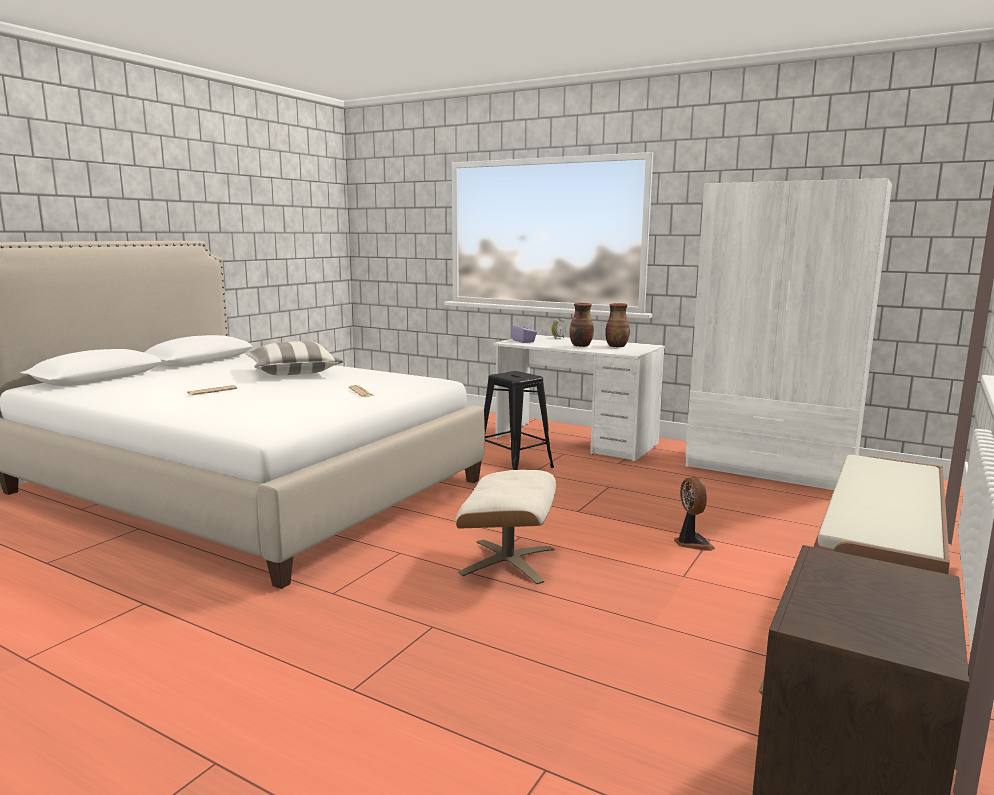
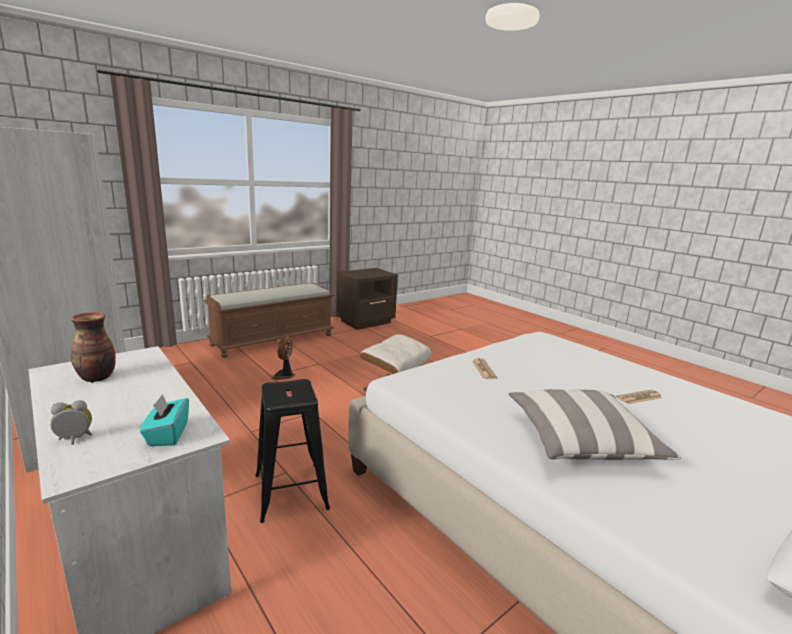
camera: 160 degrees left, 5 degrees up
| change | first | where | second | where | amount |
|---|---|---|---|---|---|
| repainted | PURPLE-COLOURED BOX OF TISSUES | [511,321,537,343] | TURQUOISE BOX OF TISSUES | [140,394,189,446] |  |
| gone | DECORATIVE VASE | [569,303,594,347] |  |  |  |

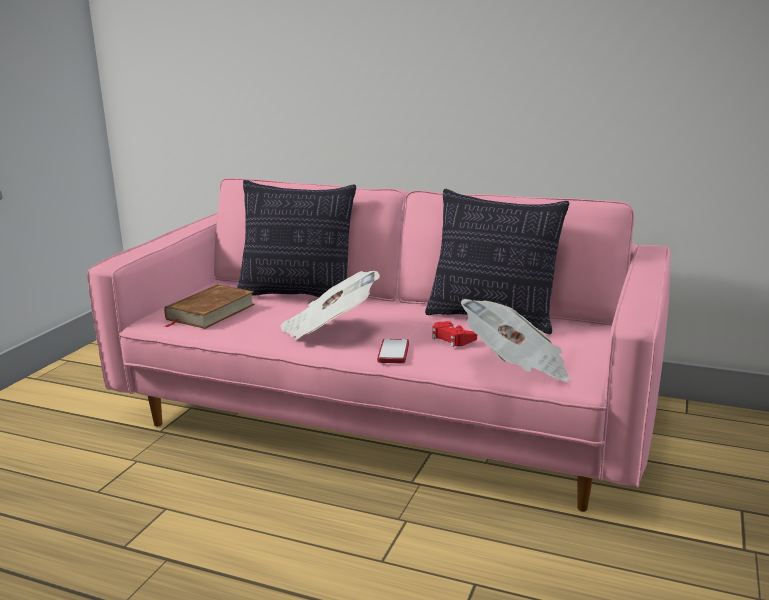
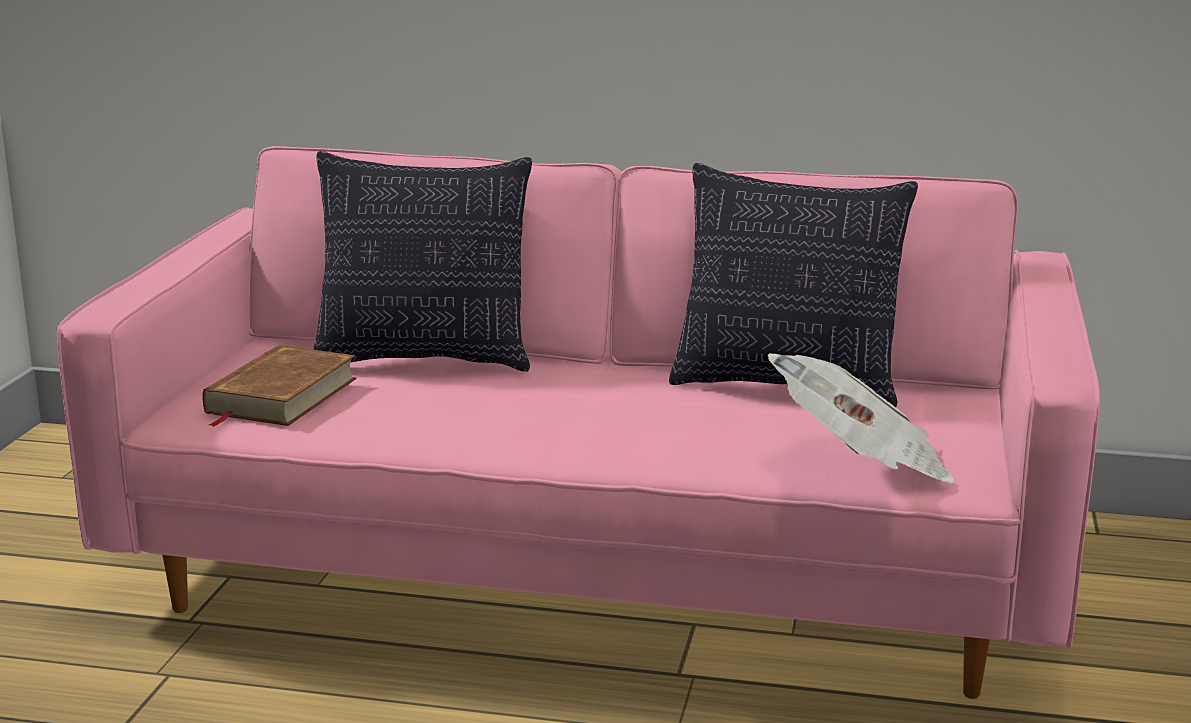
camera: 10 degrees left, 0 degrees up
| change | first | where | second | where | amount |
|---|---|---|---|---|---|
| gone | PRINTED PAPER | [280,271,380,340] |  |  |  |
| gone | PHONE | [377,339,409,363] |  |  |  |
| gone | RED-COLOURED GAME CONTROLLER | [432,321,477,347] |  |  |  |

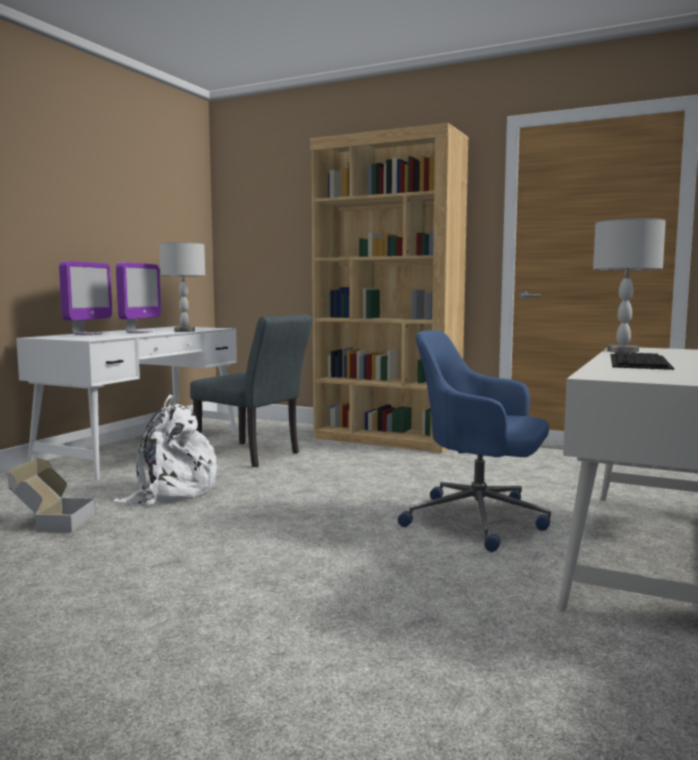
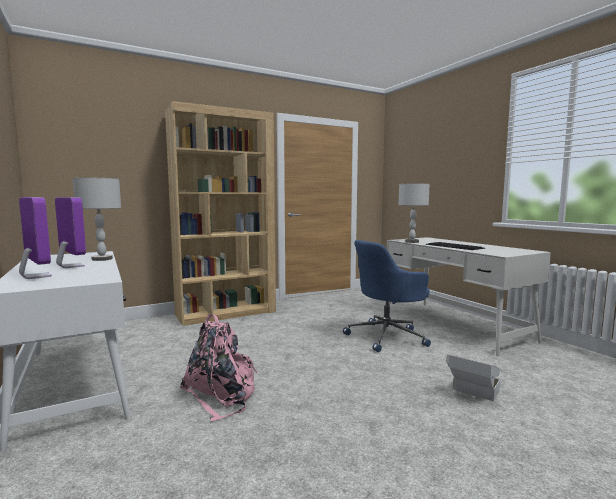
camera: 55 degrees left, 0 degrees up
| change | first | where | second | where | amount |
|---|---|---|---|---|---|
| shifted | PACKING BOX | [7,458,95,533] |  | [446,354,500,401] |  |
| repainted | WHITE KNAPSACK | [113,394,217,506] | PINK KNAPSACK | [180,314,257,421] |  |
| gone | GRAY PLAIN CHAIR | [190,314,312,467] |  |  |  |

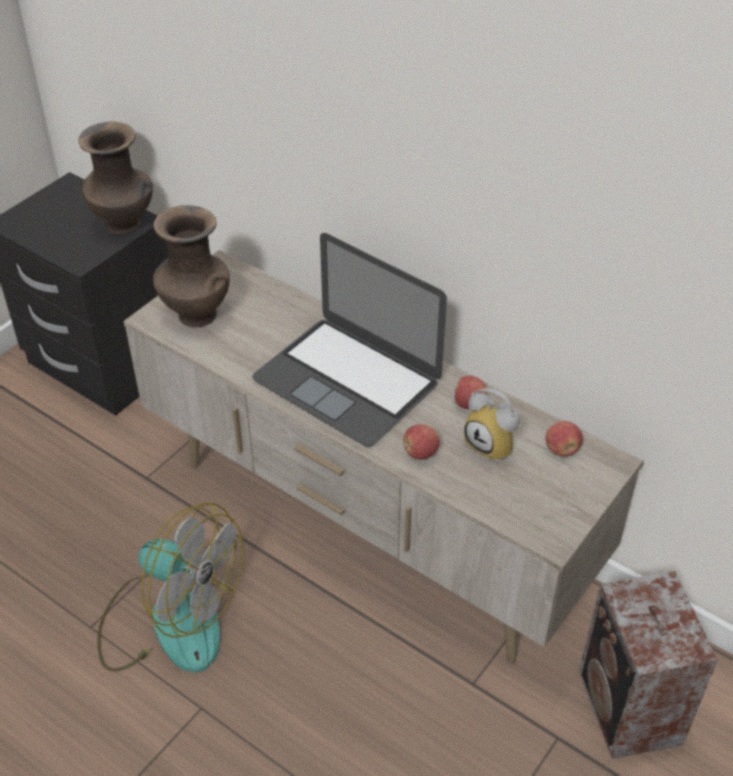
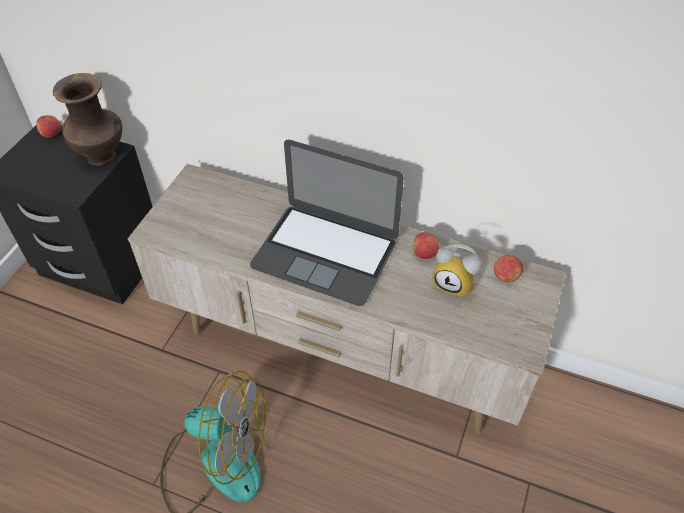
camera: 15 degrees left, 5 degrees up
| change | first | where | second | where | amount |
|---|---|---|---|---|---|
| gone | BROWN DECORATIVE VASE | [153,205,230,328] |  |  |  |
| shifted | APPLE FRUIT | [403,424,440,460] |  | [36,115,61,138] |  |
| gone | AUDIO SPEAKER | [579,571,718,759] |  |  |  |

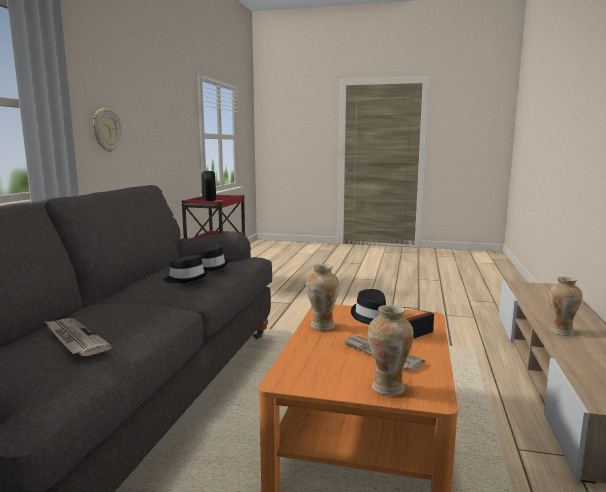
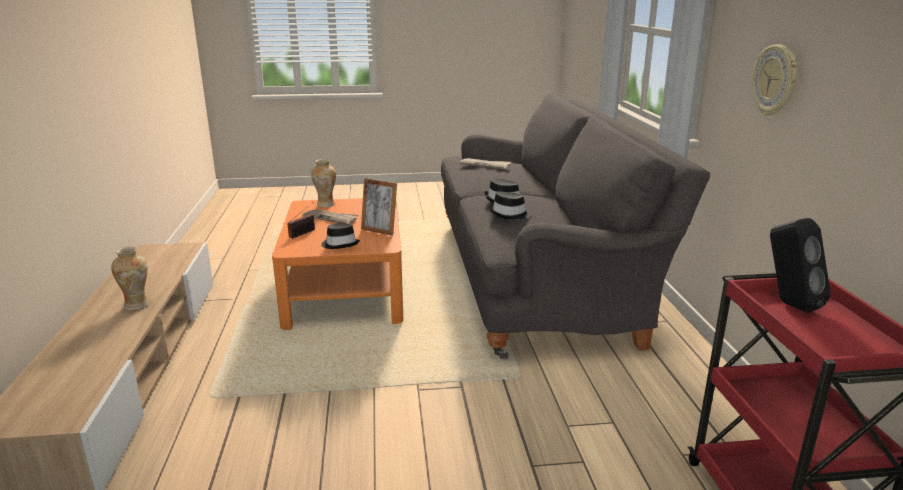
camera: 160 degrees right, 10 degrees up
| change | first | where | second | where | amount |
|---|---|---|---|---|---|
| swapped | DECORATIVE VASE | [306,264,340,330] | STANDING FRAME | [361,178,397,236] |  |

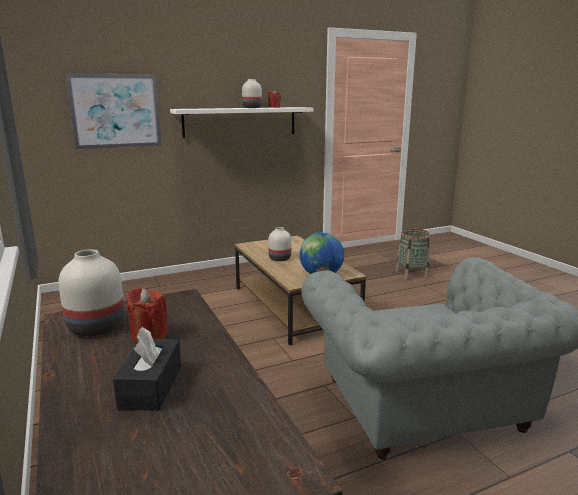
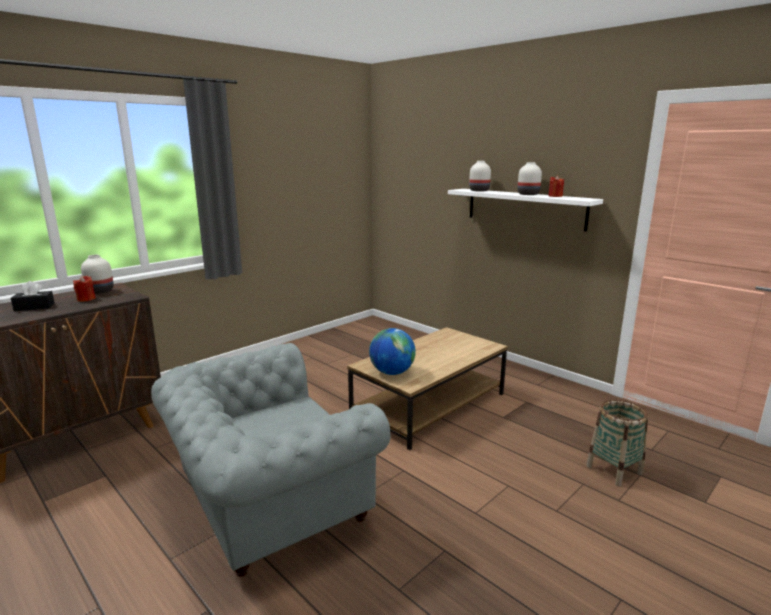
camera: 70 degrees right, 0 degrees up
| change | first | where | second | where | amount |
|---|---|---|---|---|---|
| gone | WALL ART | [65,73,162,150] |  |  |  |
| shifted | WHITE DECORATIVE VASE | [268,227,291,261] |  | [469,161,491,192] |  |

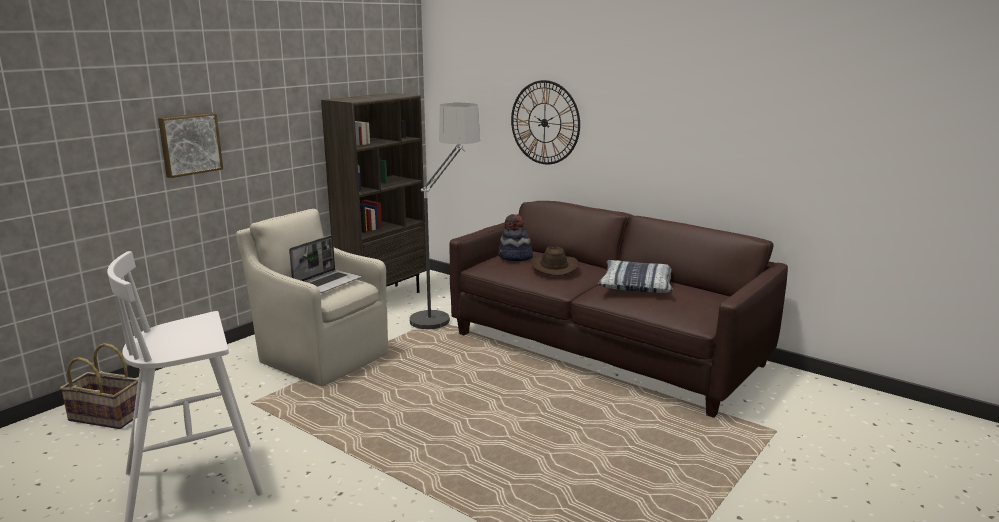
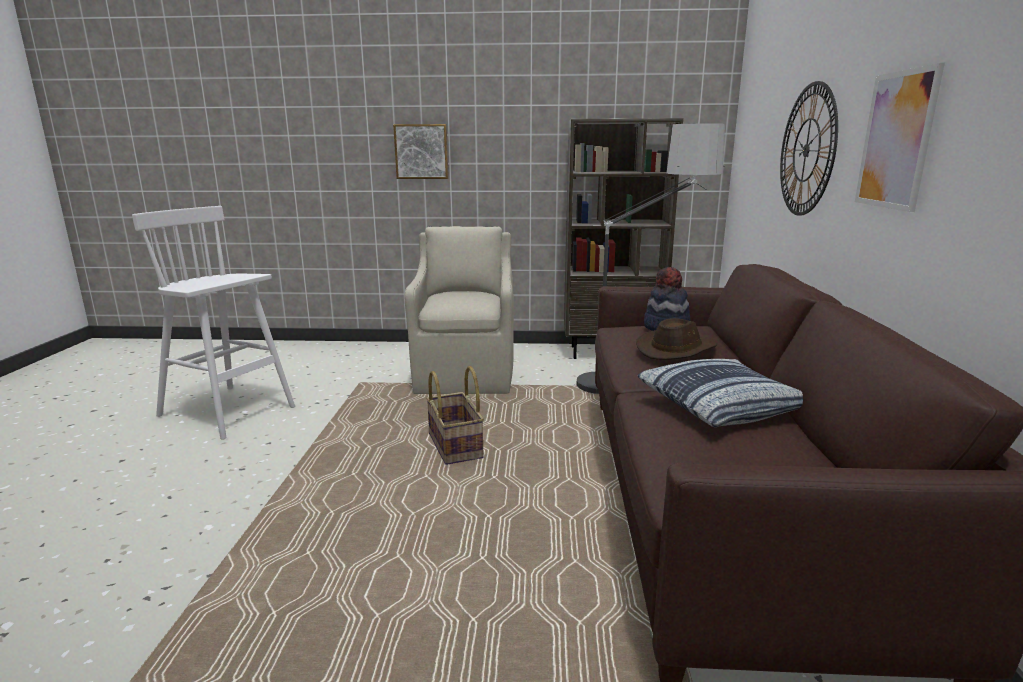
camera: 55 degrees right, 0 degrees up
| change | first | where | second | where | amount |
|---|---|---|---|---|---|
| shifted | BASKET | [60,343,139,429] |  | [426,366,484,465] |  |
| gone | PORTABLE COMPUTER | [289,235,362,293] |  |  |  |
| new |  |  | WALL ART | [855,63,945,212] |  |

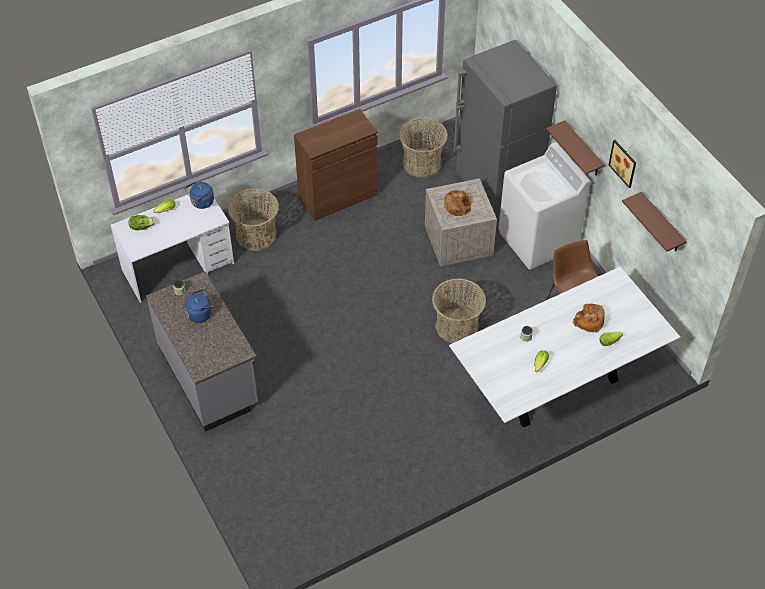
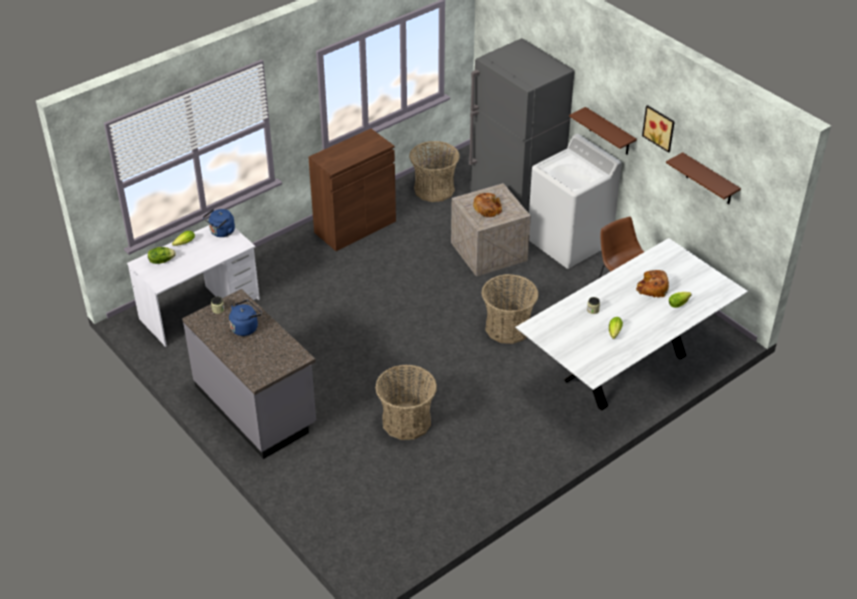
camera: 10 degrees left, 10 degrees down
| change | first | where | second | where | amount |
|---|---|---|---|---|---|
| shifted | BASKET | [227,188,279,251] |  | [375,365,437,440] |  |

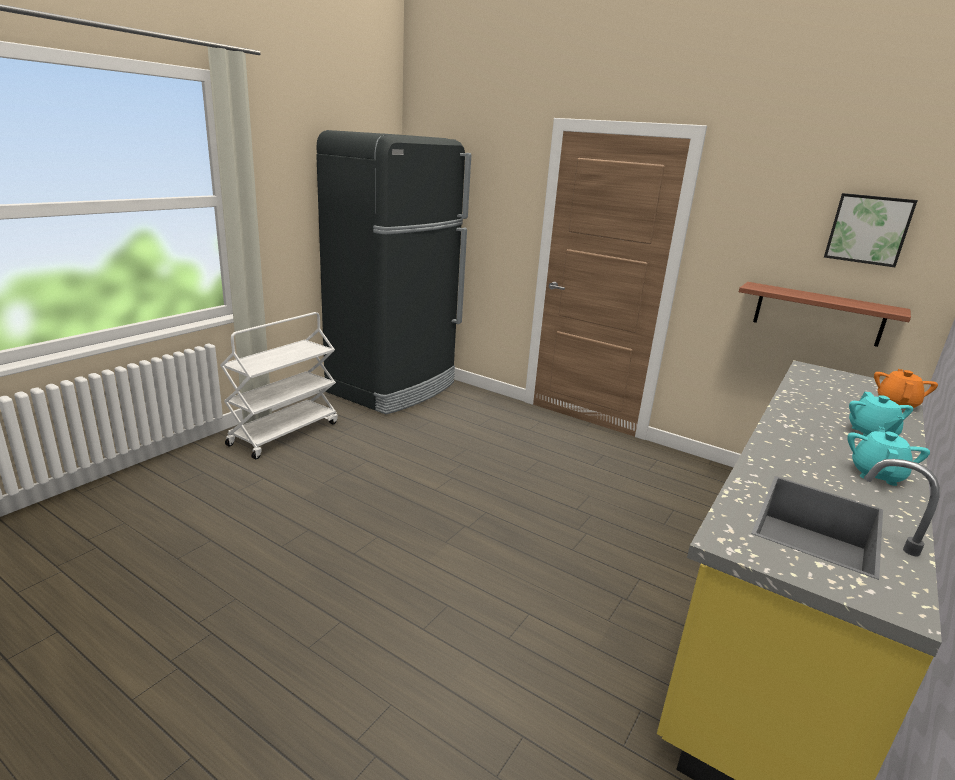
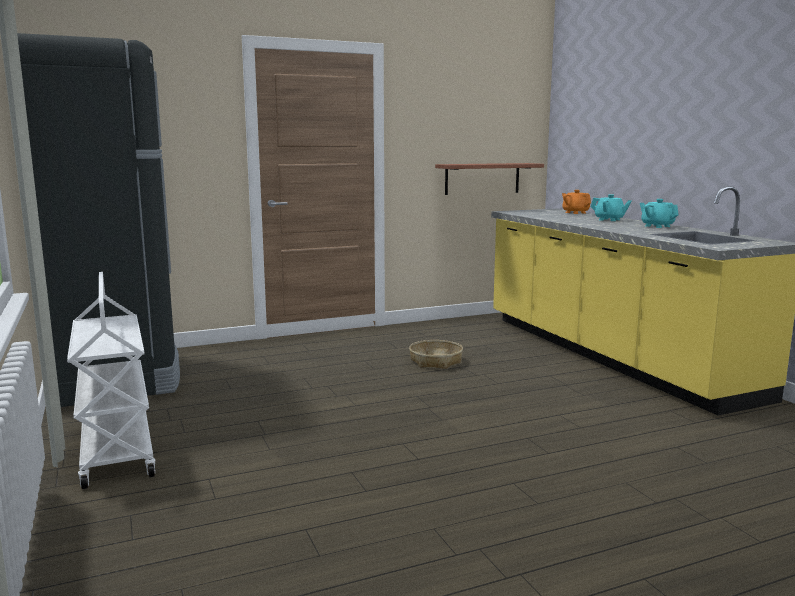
camera: 55 degrees left, 10 degrees down
| change | first | where | second | where | amount |
|---|---|---|---|---|---|
| gone | WALL ART | [824,193,918,267] |  |  |  |
| new |  |  | BASKET | [409,340,463,369] |  |

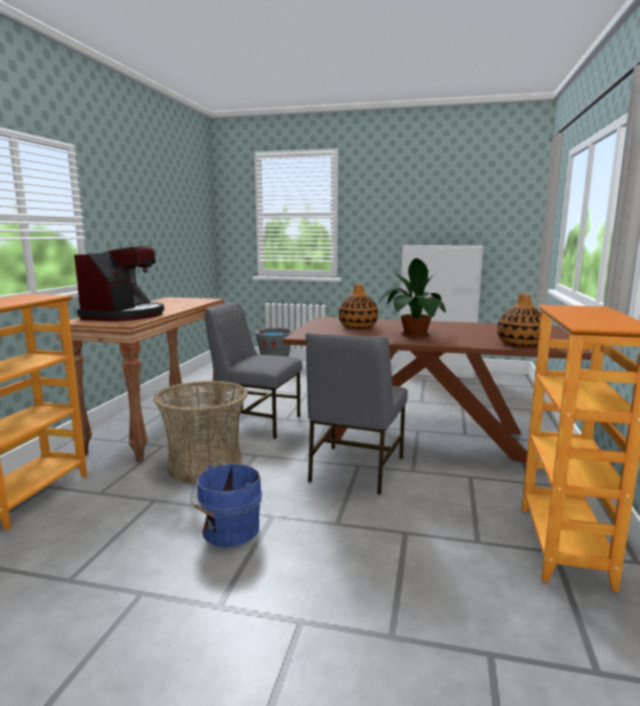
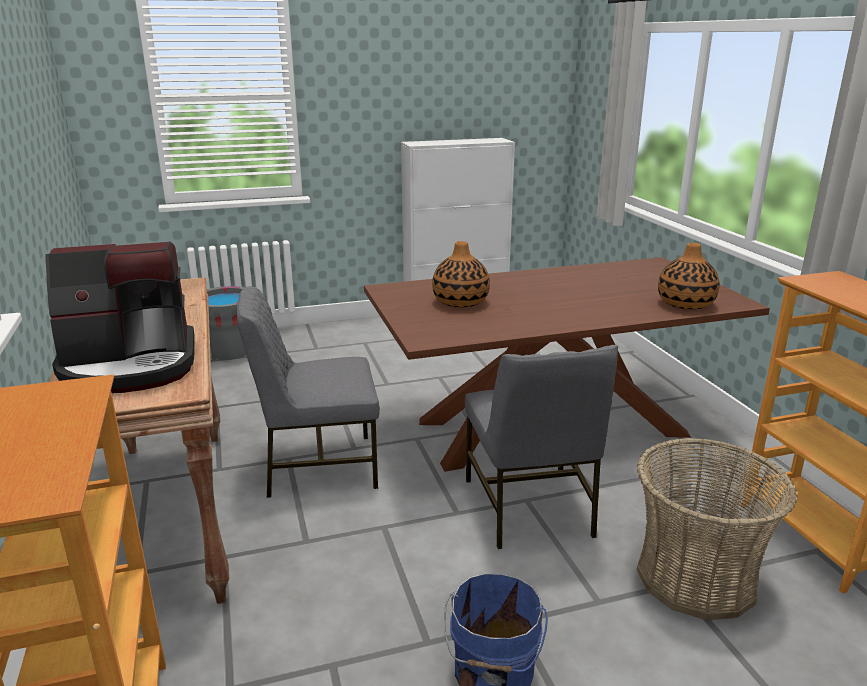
camera: 30 degrees left, 10 degrees up
| change | first | where | second | where | amount |
|---|---|---|---|---|---|
| rotated | COFFEE MACHINE | [74,246,164,321] |  | [45,241,195,393] | 90 degrees clockwise |
| shifted | BASKET | [153,380,248,483] |  | [637,438,797,620] |  |
| gone | PLANT IN A POT | [378,258,446,338] |  |  |  |

